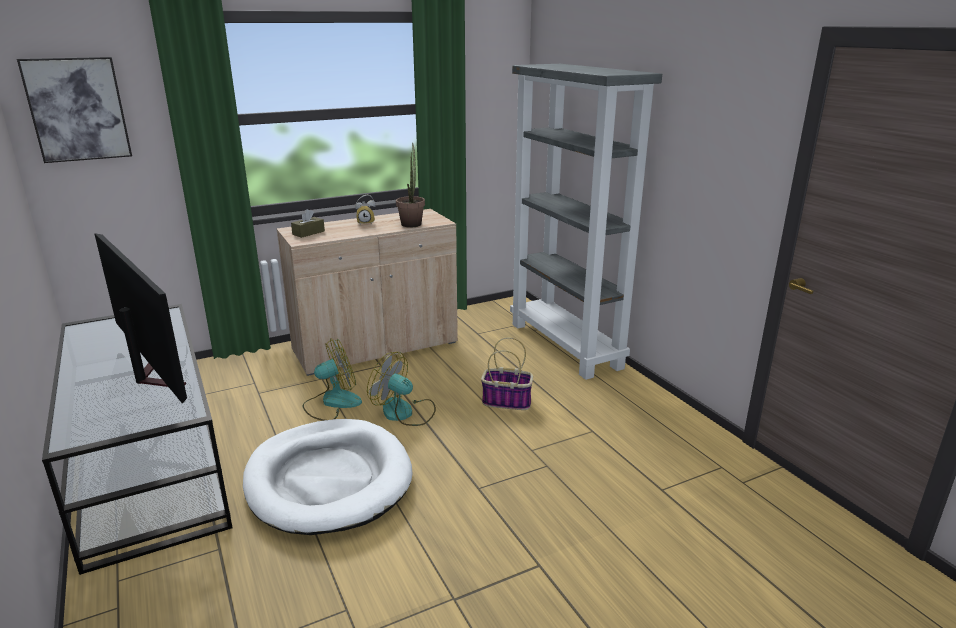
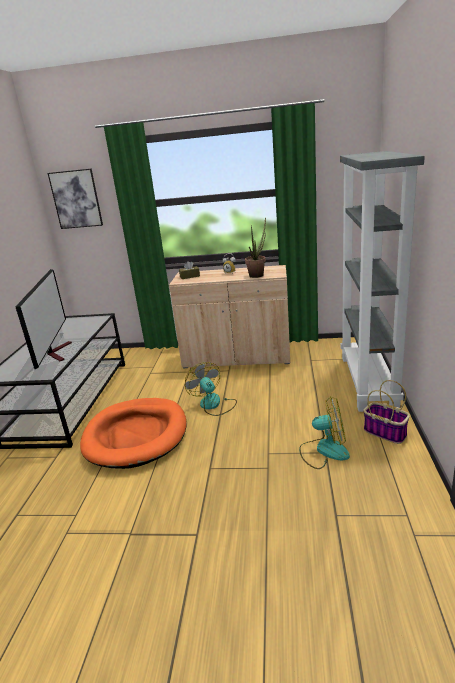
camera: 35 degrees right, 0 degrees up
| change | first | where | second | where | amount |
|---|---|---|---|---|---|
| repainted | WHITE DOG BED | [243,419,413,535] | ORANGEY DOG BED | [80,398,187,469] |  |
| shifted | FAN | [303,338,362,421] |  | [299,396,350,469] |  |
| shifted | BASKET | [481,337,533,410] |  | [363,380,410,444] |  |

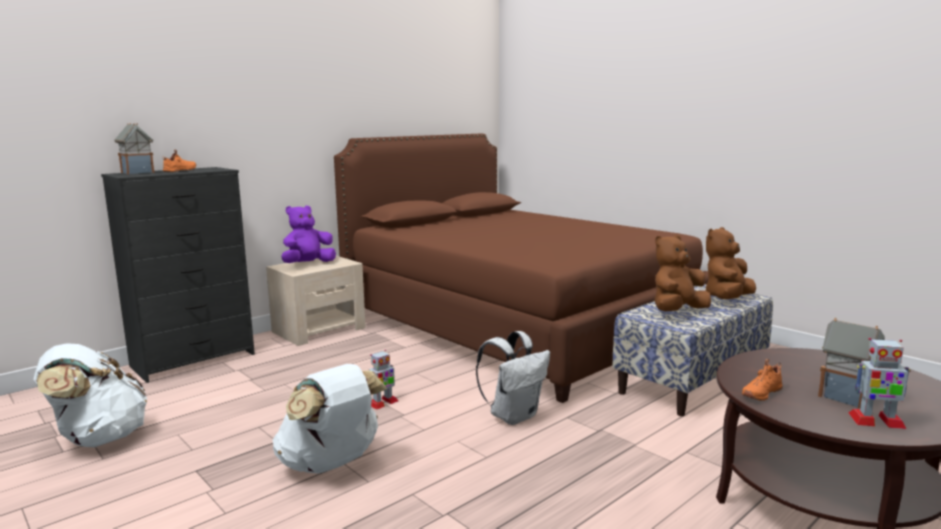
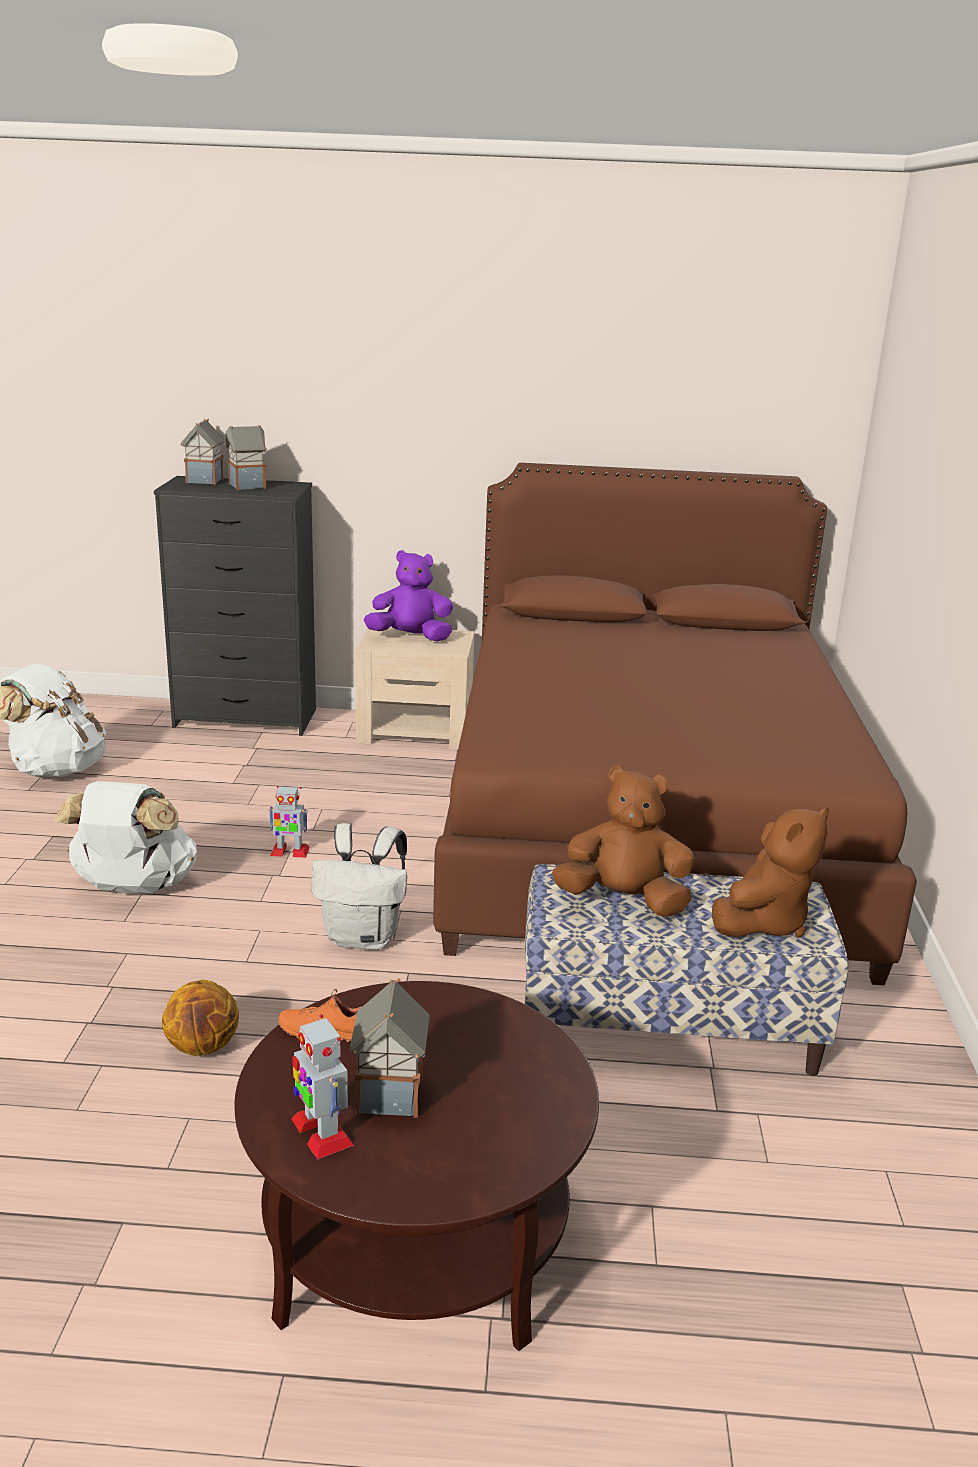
camera: 45 degrees right, 10 degrees up
| change | first | where | second | where | amount |
|---|---|---|---|---|---|
| swapped | ORANGEY SHOE | [162,149,196,172] | TOY HOUSE | [224,425,267,490] |  |
| rotated | BROWN SOFT TOY | [706,227,756,299] |  | [712,808,829,937] | 135 degrees clockwise |
| new |  |  | BALL FOR BASKETBALL | [162,980,239,1056] |  |

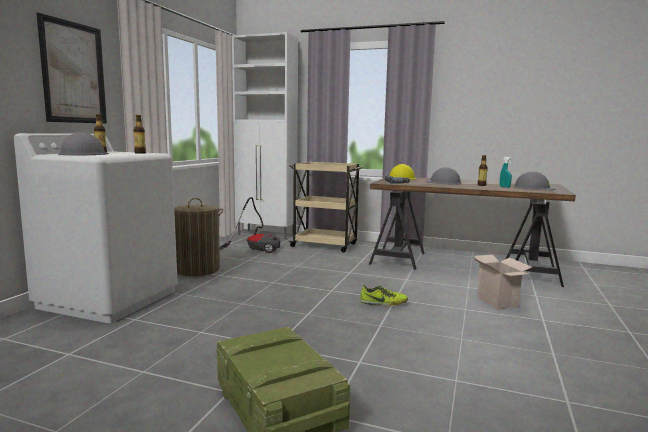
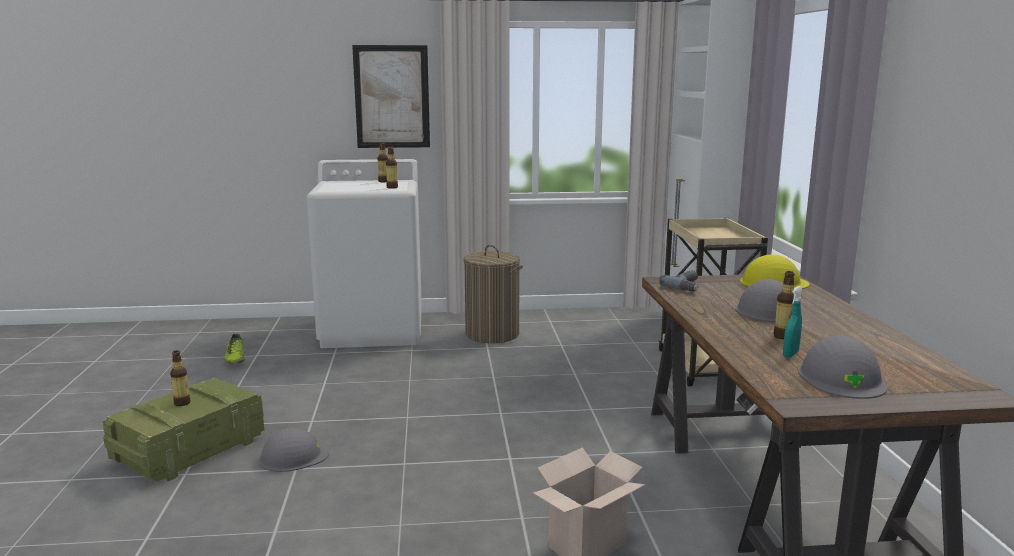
camera: 65 degrees right, 5 degrees up
| change | first | where | second | where | amount |
|---|---|---|---|---|---|
| shifted | GRAY SAFETY HELMET | [58,132,109,155] |  | [259,427,330,472] |  |
| gone | VACUUM CLEANER | [219,197,280,253] |  |  |  |
| shifted | SHOE | [360,285,408,305] |  | [224,334,245,364] |  |
| new |  |  | BEVERAGE BOTTLE | [170,351,190,406] |  |

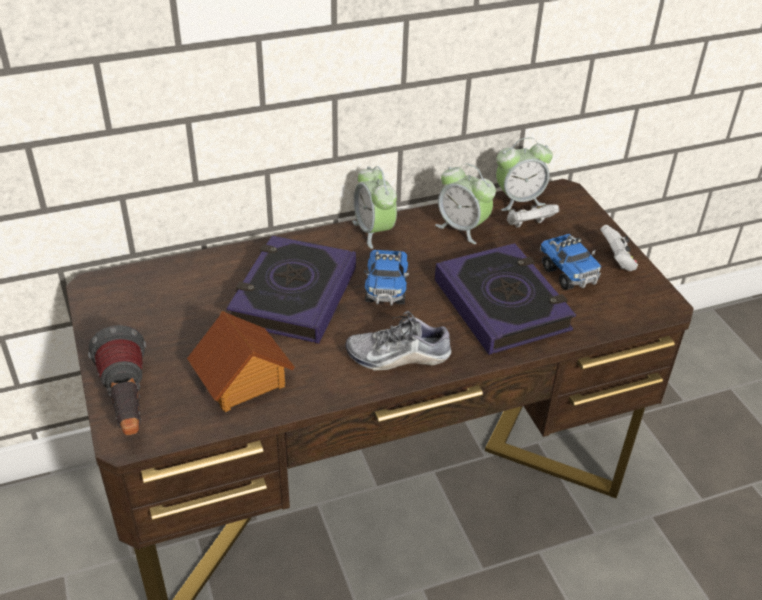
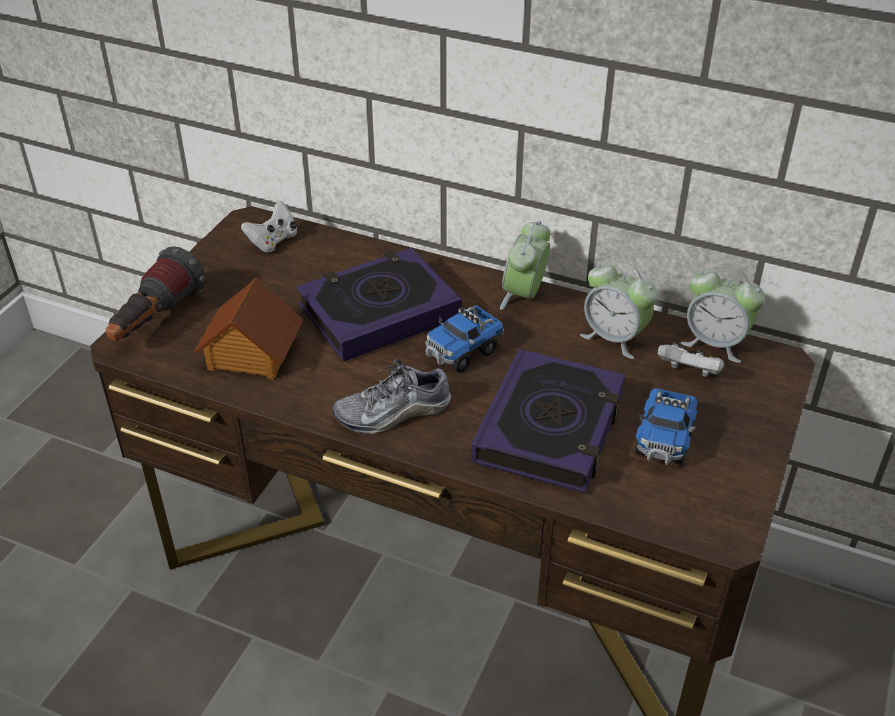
camera: 45 degrees right, 0 degrees up
| change | first | where | second | where | amount |
|---|---|---|---|---|---|
| rotated | SHOE | [345,311,451,371] |  | [332,359,451,435] | 60 degrees counterclockwise |
| rotated | BEDSIDE CLOCK | [435,163,496,244] |  | [580,260,658,359] | 45 degrees counterclockwise |
| shifted | WHITE GAME CONTROLLER | [600,225,638,271] |  | [241,200,297,252] |  |

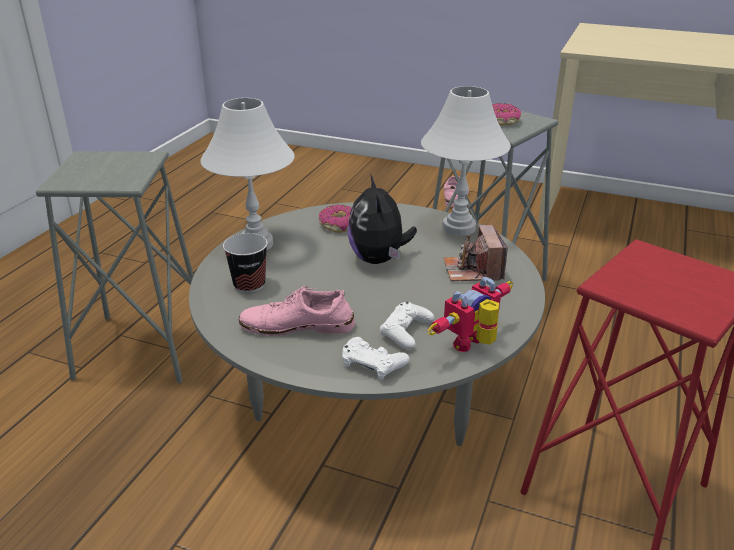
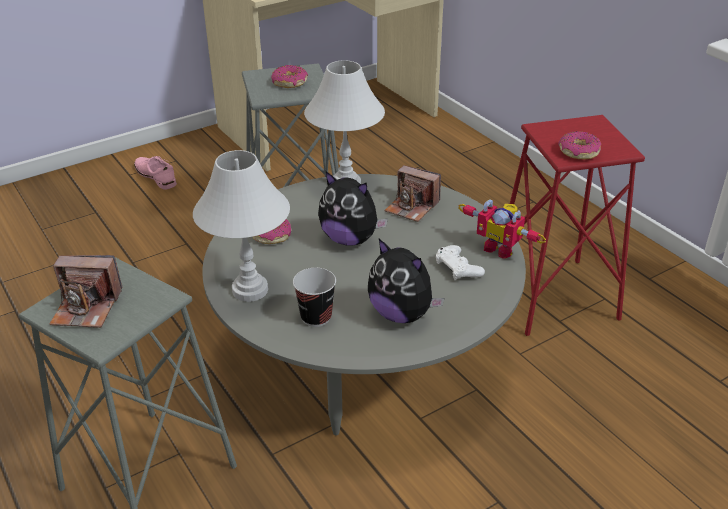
camera: 55 degrees left, 5 degrees up
| change | first | where | second | where | amount |
|---|---|---|---|---|---|
| swapped | PINK SHOE | [238,286,355,336] | SOFT TOY | [368,239,444,323] |  |
| gone | WHITE GAME CONTROLLER | [342,337,410,380] |  |  |  |
| rotated | MODEL ROBOT | [427,277,513,352] |  | [458,199,546,259] | 45 degrees counterclockwise |
| new |  |  | STILL CAMERA | [50,255,123,328] |  |
| new |  |  | RING DOUGHNUT | [558,131,601,159] |  |

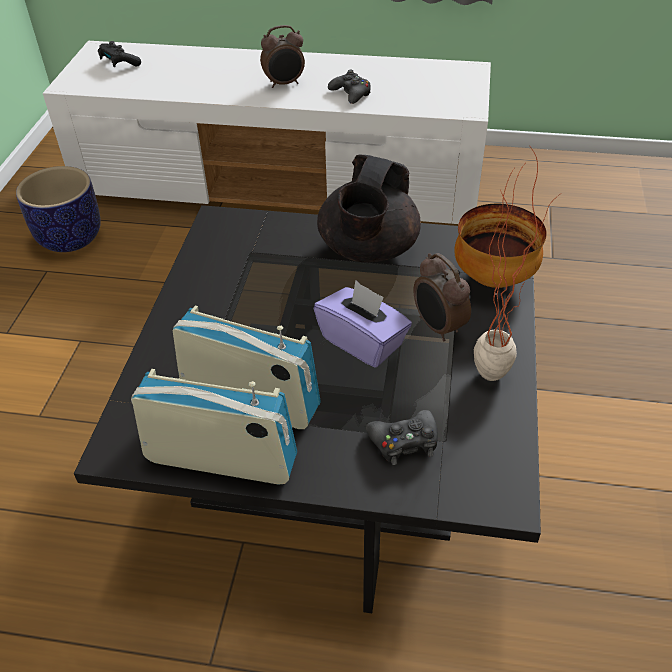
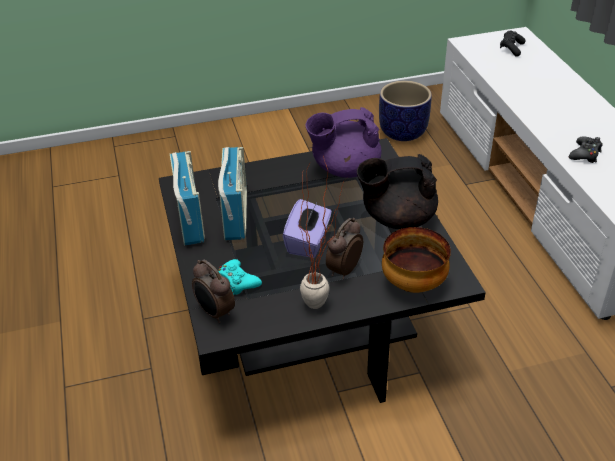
camera: 65 degrees right, 5 degrees down
| change | first | where | second | where | amount |
|---|---|---|---|---|---|
| shifted | BEDSIDE CLOCK | [260,25,305,88] |  | [192,260,235,323] |  |
| repainted | BLACK-COLOURED GAME CONTROLLER | [366,410,438,465] | TURQUOISE GAME CONTROLLER | [218,259,262,295] |  |
| new |  |  | PURPLE-COLOURED TEAPOT | [305,107,382,178] |  |

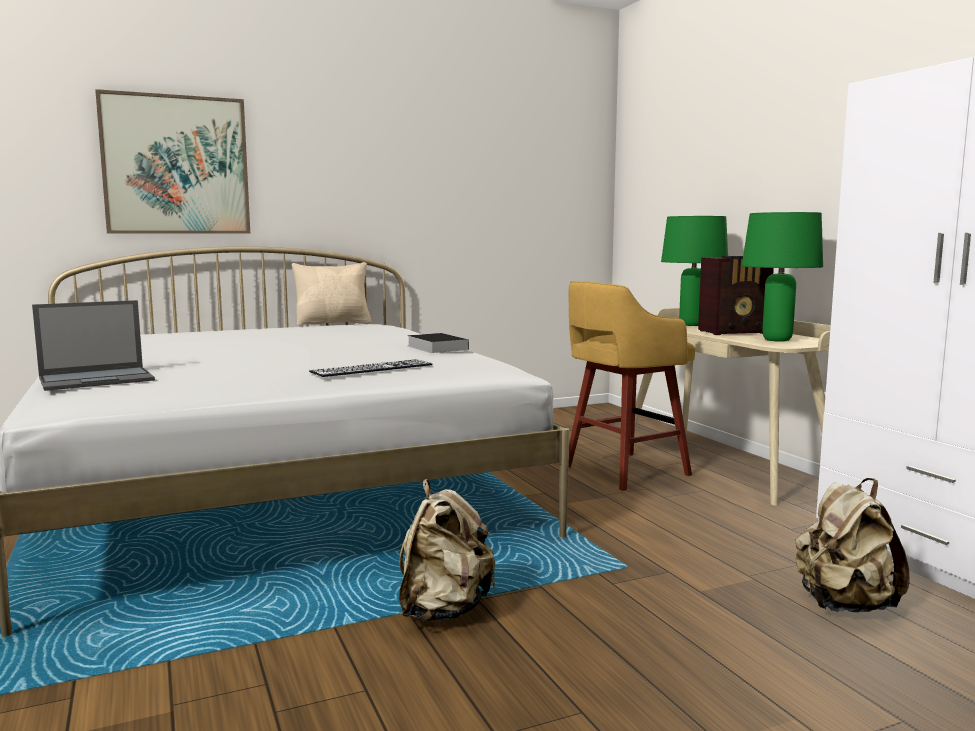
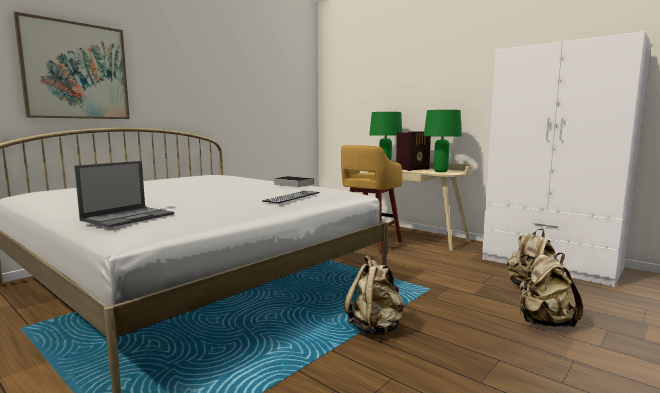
camera: 25 degrees left, 0 degrees up
| change | first | where | second | where | amount |
|---|---|---|---|---|---|
| gone | BEIGE CUSHION | [292,262,372,325] |  |  |  |
| new |  |  | BEIGE KNAPSACK | [519,253,583,327] |  |

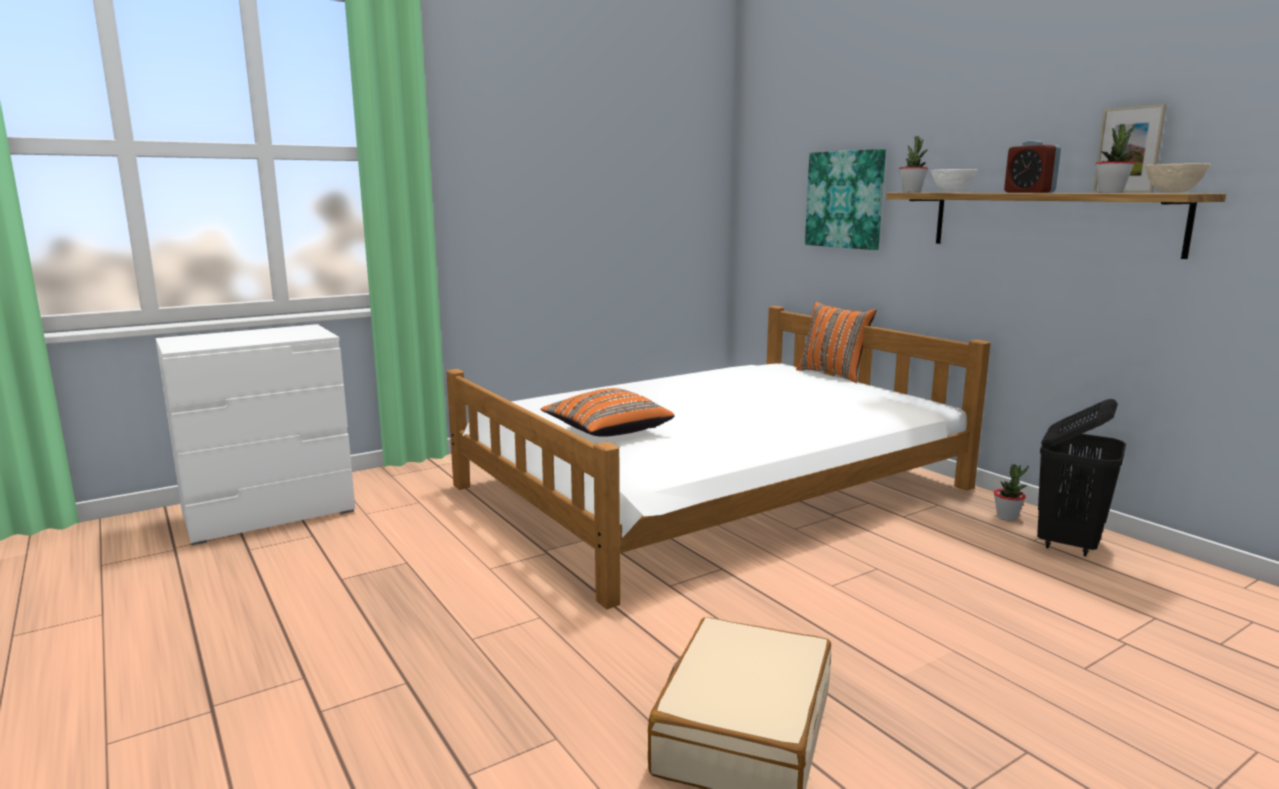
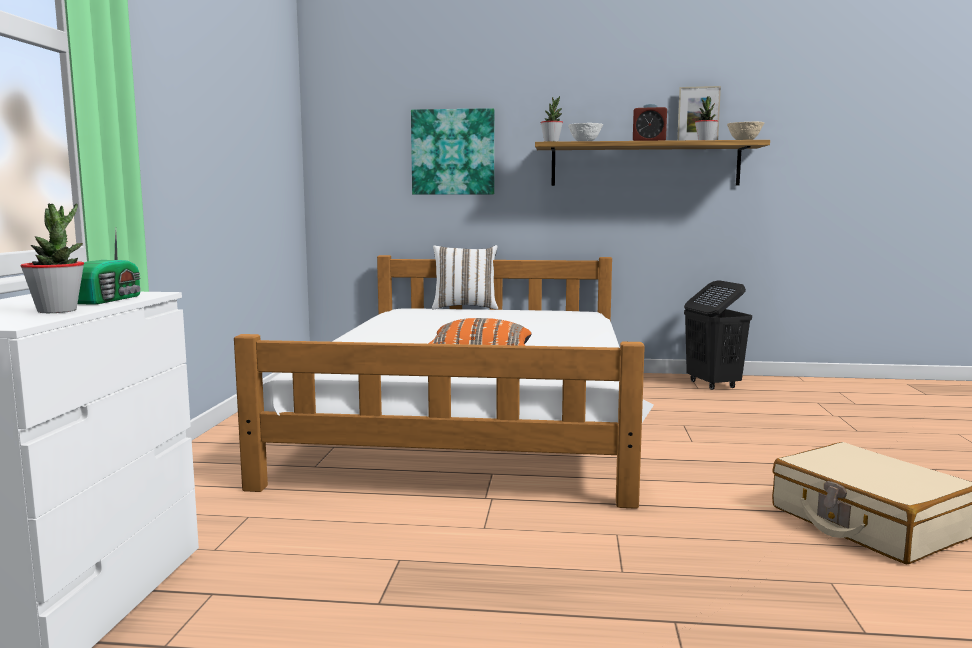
camera: 50 degrees left, 5 degrees down
| change | first | where | second | where | amount |
|---|---|---|---|---|---|
| repainted | ORANGEY CUSHION | [796,302,876,383] | WHITE CUSHION | [432,245,498,310] |  |
| shifted | PLANT IN A POT | [994,464,1029,521] |  | [21,203,84,313] |  |
| new |  |  | RADIO RECEIVER | [78,227,141,305] |  |

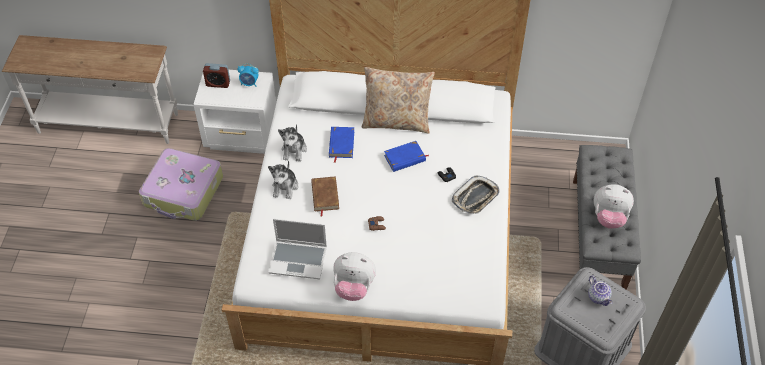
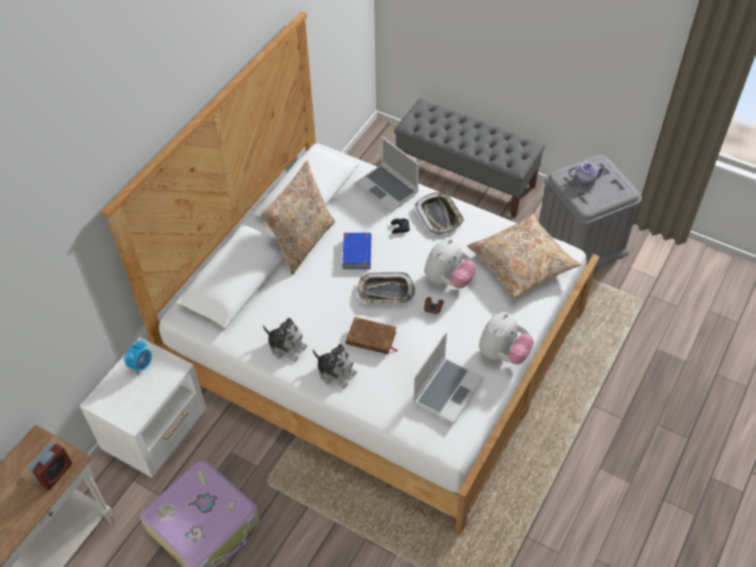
camera: 65 degrees left, 0 degrees up
| change | first | where | second | where | amount |
|---|---|---|---|---|---|
| shifted | BEDSIDE CLOCK | [203,63,230,88] |  | [28,441,72,490] |  |
| gone | BLUISH BOUND BOOK | [329,127,354,162] |  |  |  |
| shifted | SOFT TOY | [594,184,634,229] |  | [424,239,476,289] |  |
| new |  |  | PORTABLE COMPUTER | [354,137,419,212] |  |
| new |  |  | SERVING TRAY | [357,272,415,304] |  |
| new |  |  | BEIGE CUSHION | [467,214,581,300] |  |

